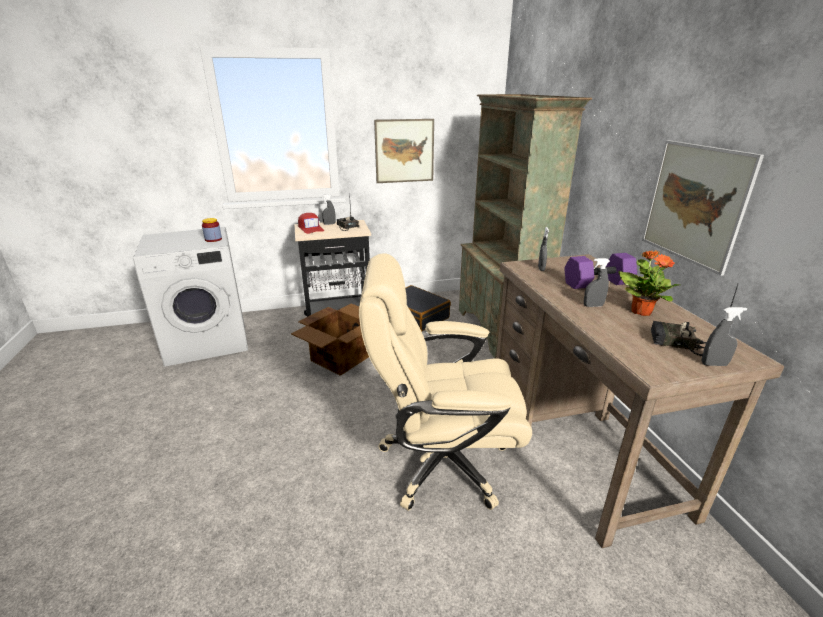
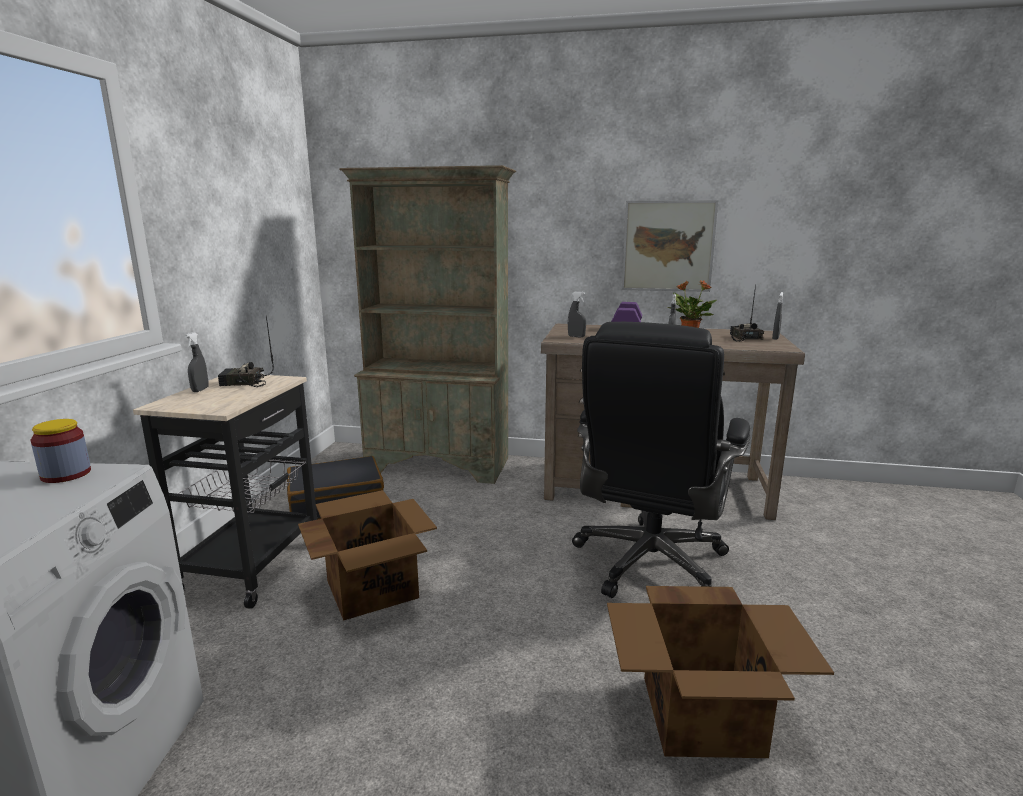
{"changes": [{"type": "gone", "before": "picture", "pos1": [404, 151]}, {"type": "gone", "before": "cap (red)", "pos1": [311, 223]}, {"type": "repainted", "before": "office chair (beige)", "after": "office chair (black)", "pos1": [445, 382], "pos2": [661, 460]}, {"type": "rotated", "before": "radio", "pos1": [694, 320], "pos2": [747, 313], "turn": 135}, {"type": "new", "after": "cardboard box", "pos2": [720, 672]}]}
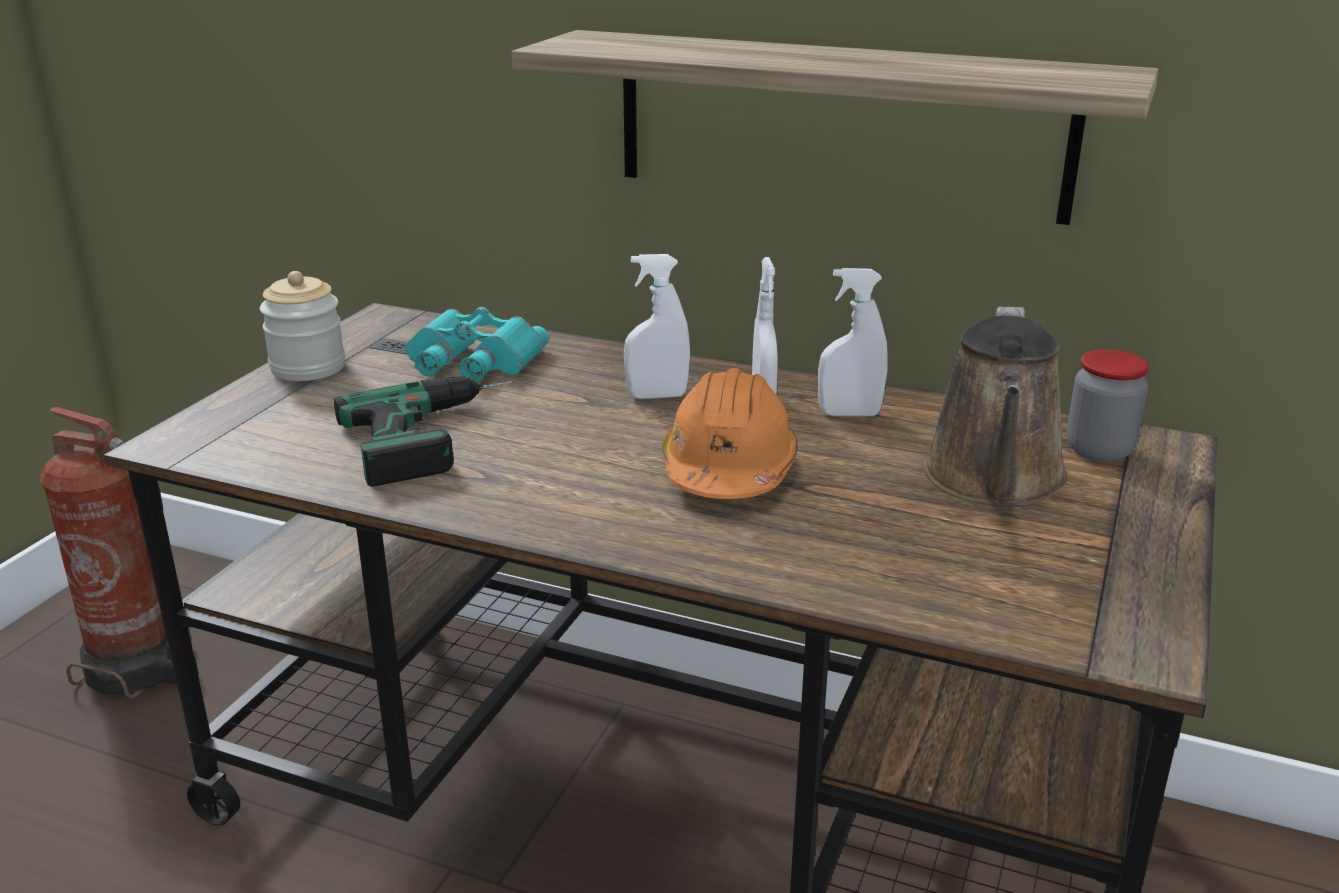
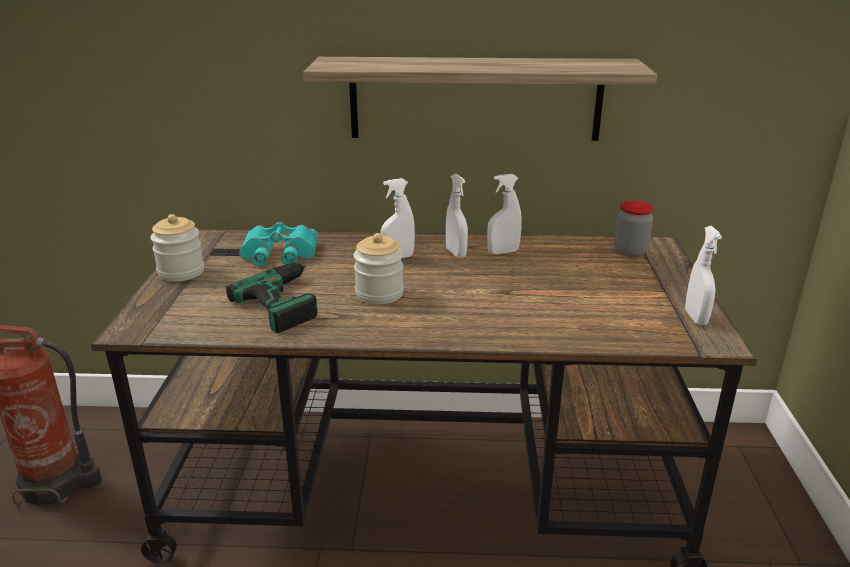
{"changes": [{"type": "gone", "before": "watering can (brown)", "pos1": [995, 407]}, {"type": "gone", "before": "hard hat (orange)", "pos1": [729, 433]}, {"type": "new", "after": "spray bottle (white)", "pos2": [703, 275]}, {"type": "new", "after": "jar", "pos2": [378, 268]}]}
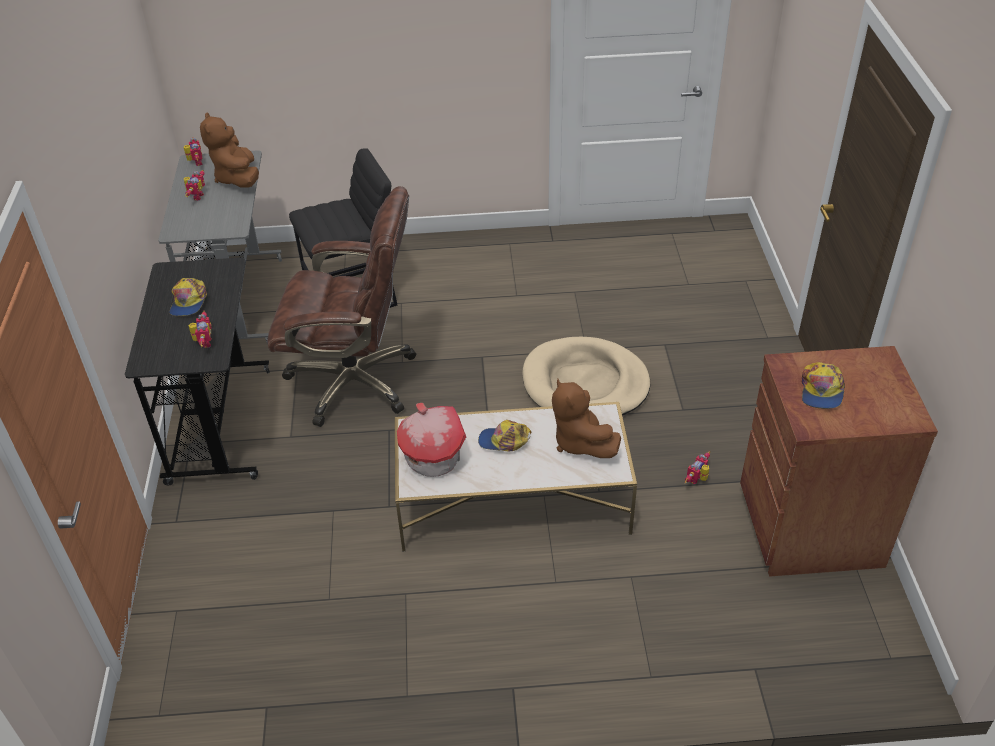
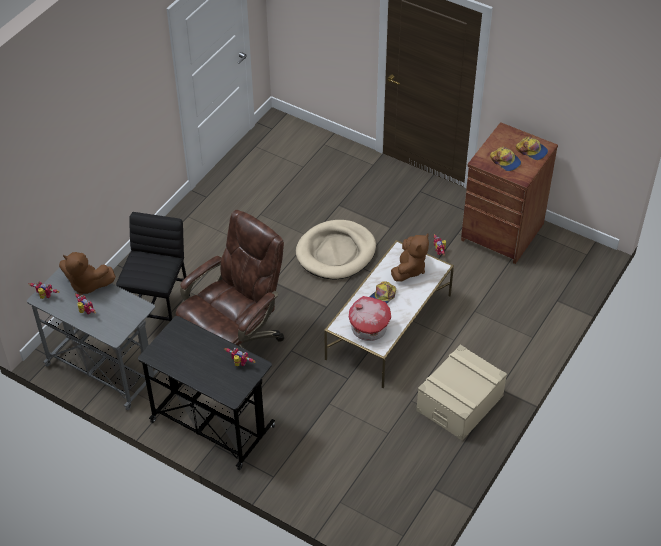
{"changes": [{"type": "shifted", "before": "cap", "pos1": [188, 297], "pos2": [532, 148]}, {"type": "rotated", "before": "plush toy (brown)", "pos1": [586, 418], "pos2": [410, 258], "turn": -75}, {"type": "new", "after": "storage box (beige)", "pos2": [461, 393]}]}
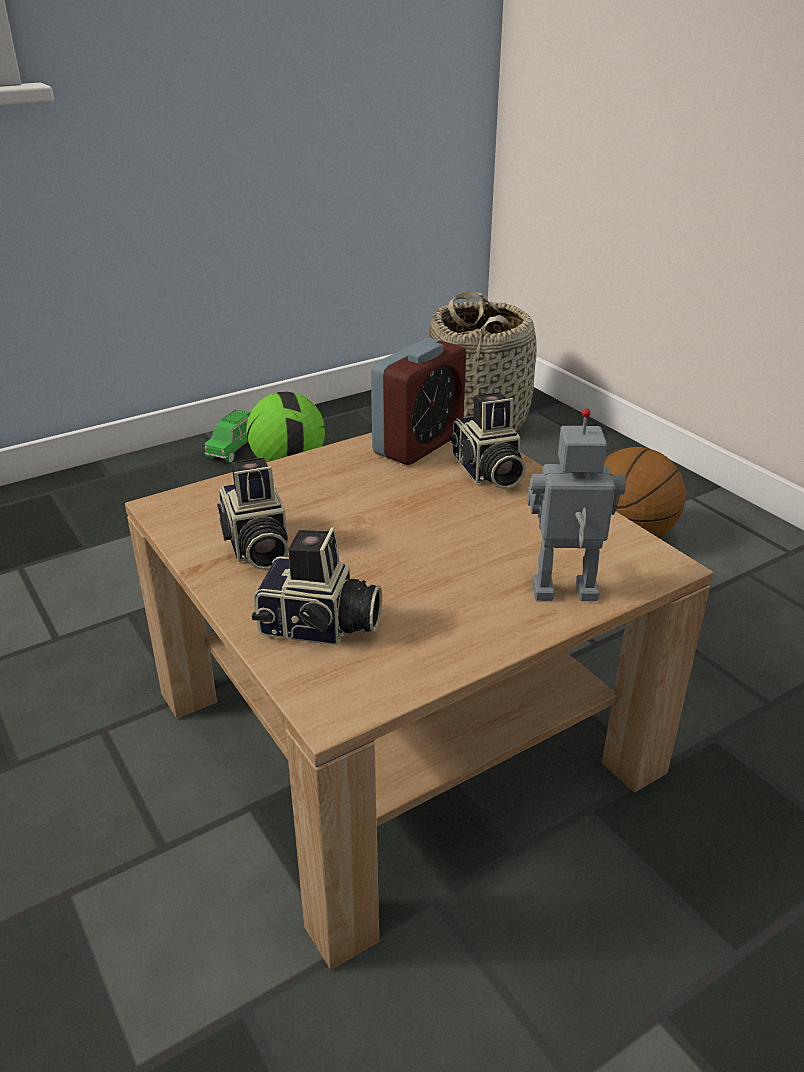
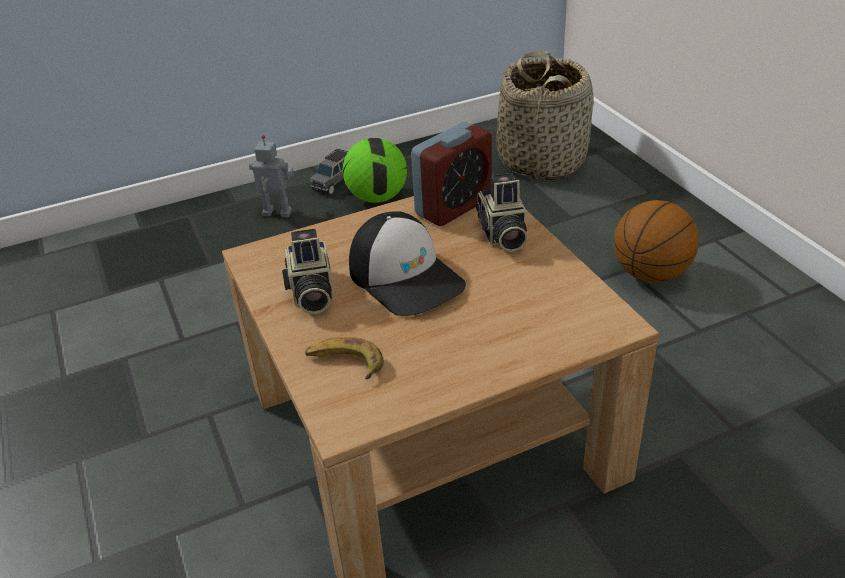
{"changes": [{"type": "shifted", "before": "toy robot", "pos1": [576, 504], "pos2": [271, 176]}, {"type": "repainted", "before": "toy car (green)", "after": "toy car (grey)", "pos1": [227, 436], "pos2": [329, 171]}, {"type": "swapped", "before": "photo camera", "after": "banana", "pos1": [317, 586], "pos2": [344, 358]}, {"type": "new", "after": "cap", "pos2": [407, 263]}]}
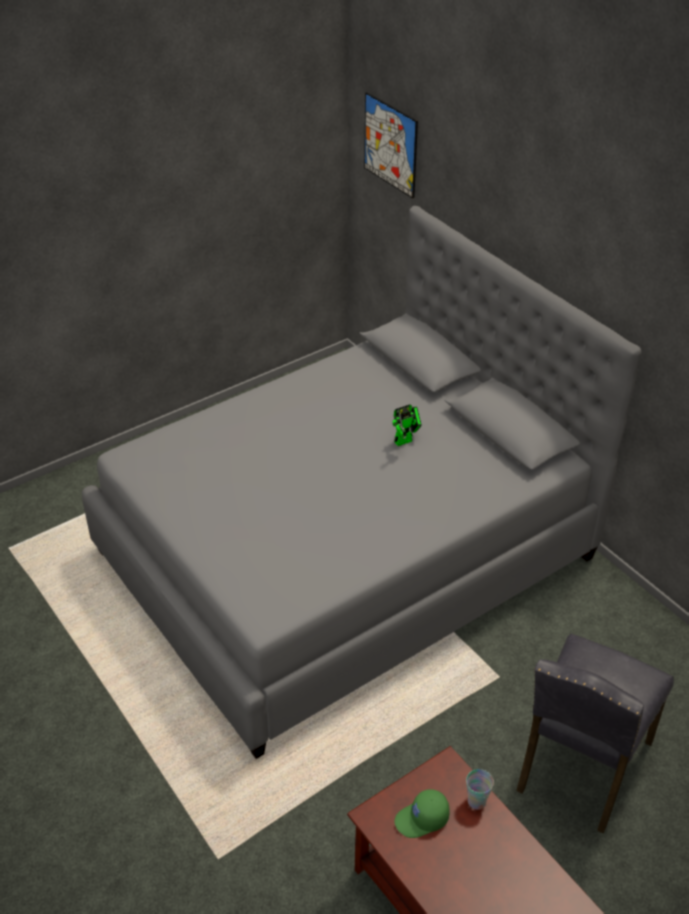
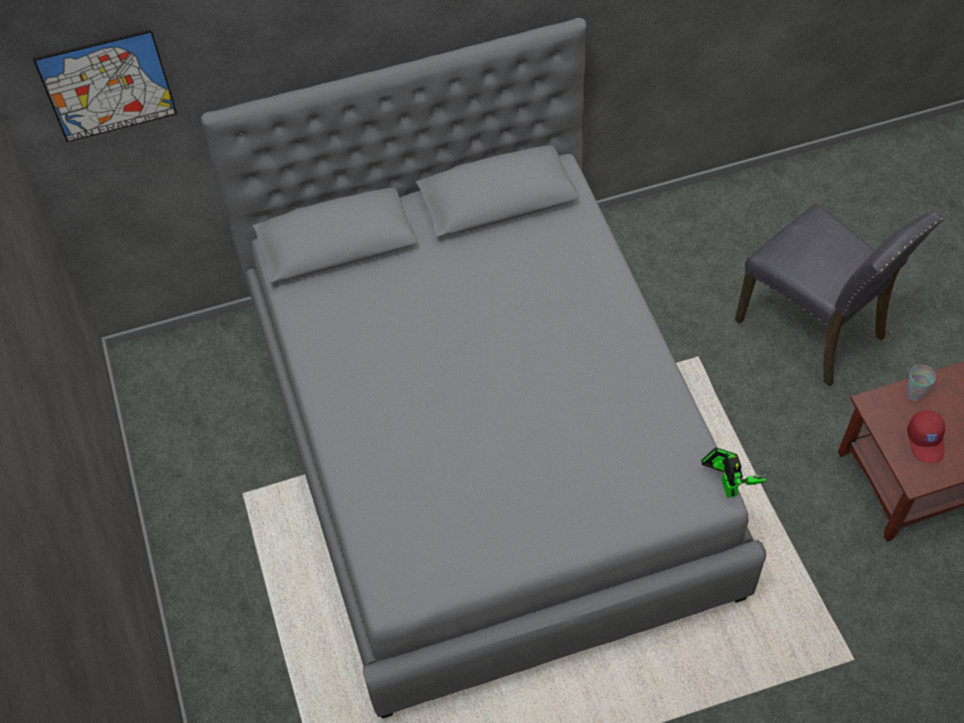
{"changes": [{"type": "shifted", "before": "toy robot", "pos1": [407, 425], "pos2": [736, 472]}, {"type": "repainted", "before": "cap (green)", "after": "cap (red)", "pos1": [422, 813], "pos2": [926, 436]}]}
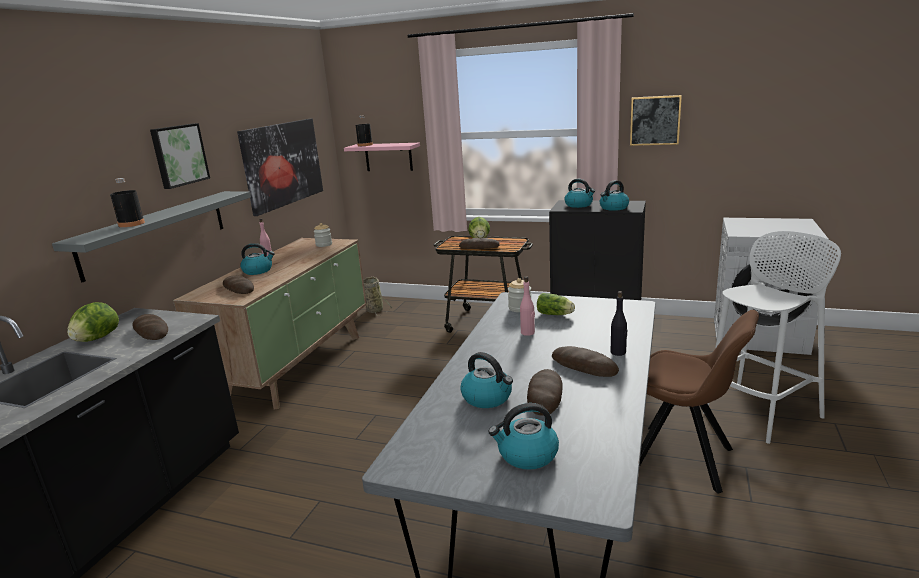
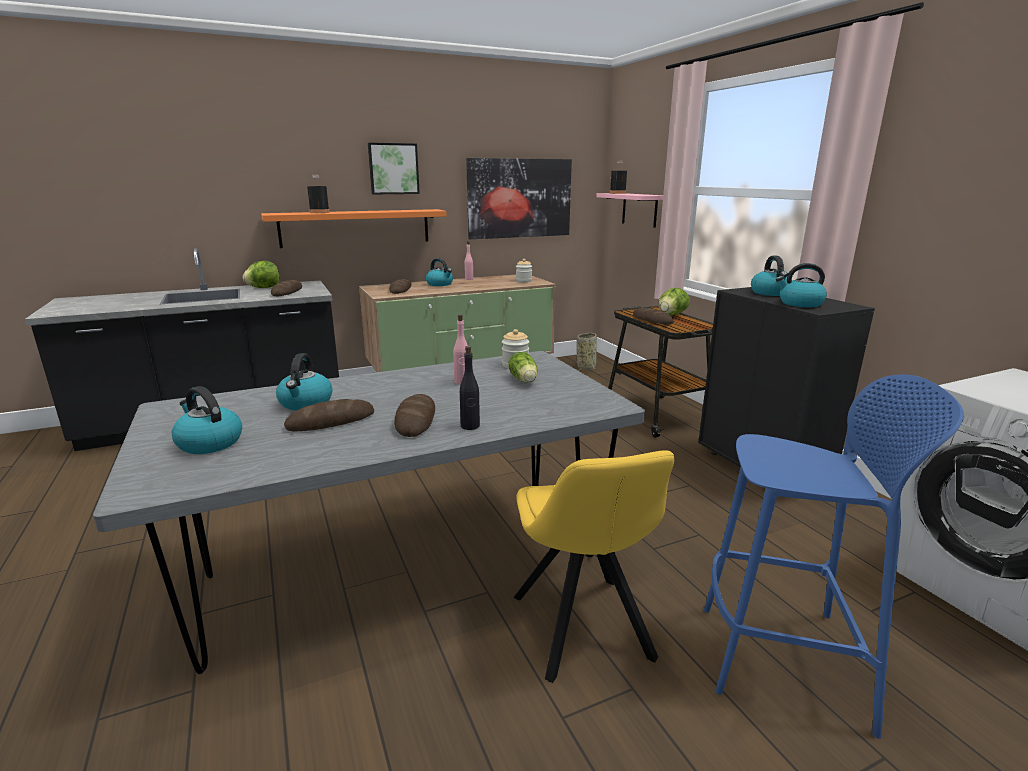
{"changes": [{"type": "gone", "before": "picture", "pos1": [656, 120]}, {"type": "repainted", "before": "shelf (grey)", "after": "shelf (orange)", "pos1": [151, 236], "pos2": [354, 228]}, {"type": "repainted", "before": "stool (white)", "after": "stool (blue)", "pos1": [772, 337], "pos2": [834, 557]}, {"type": "repainted", "before": "chair (brown)", "after": "chair (yellow)", "pos1": [699, 401], "pos2": [594, 566]}]}
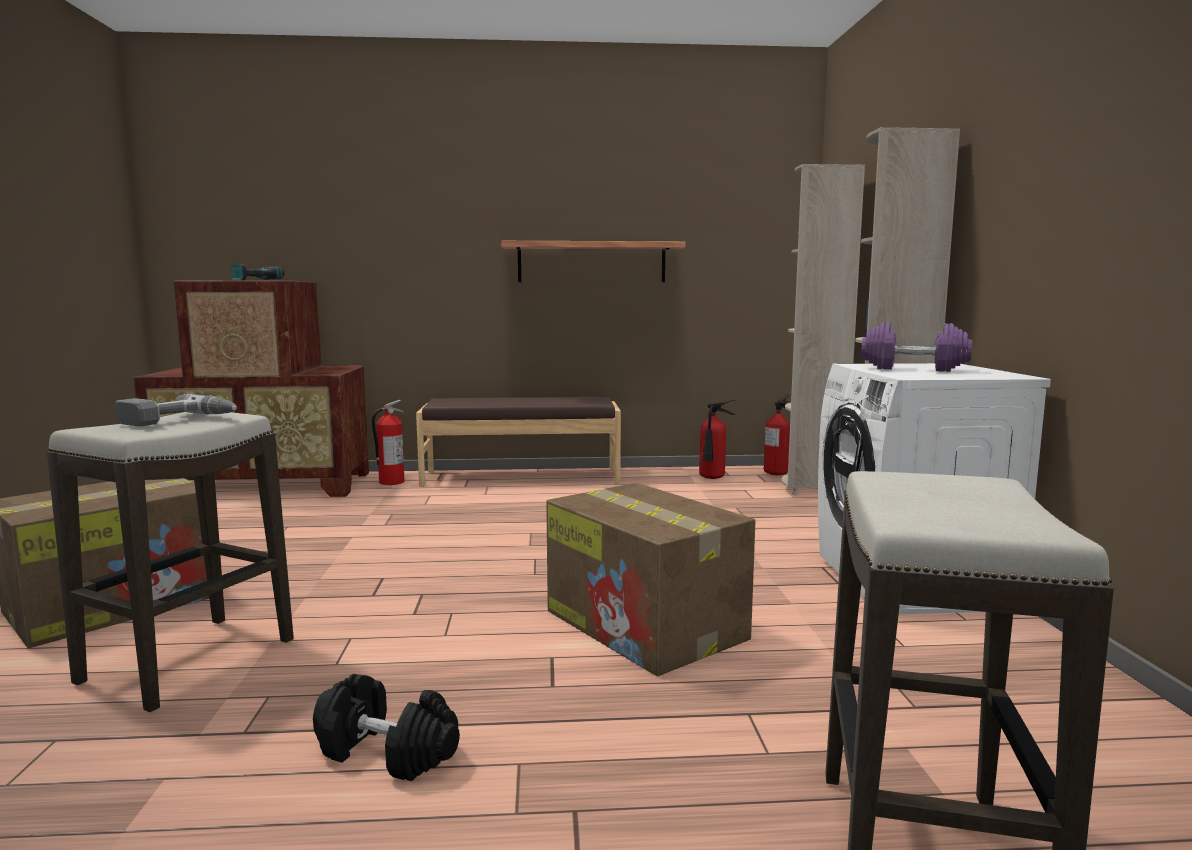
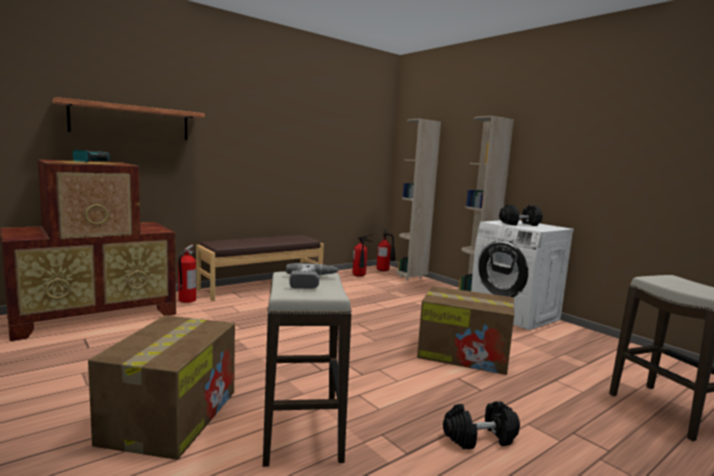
{"changes": [{"type": "shifted", "before": "shelf", "pos1": [593, 261], "pos2": [128, 118]}, {"type": "repainted", "before": "dumbbell (purple)", "after": "dumbbell (black)", "pos1": [916, 347], "pos2": [521, 215]}]}
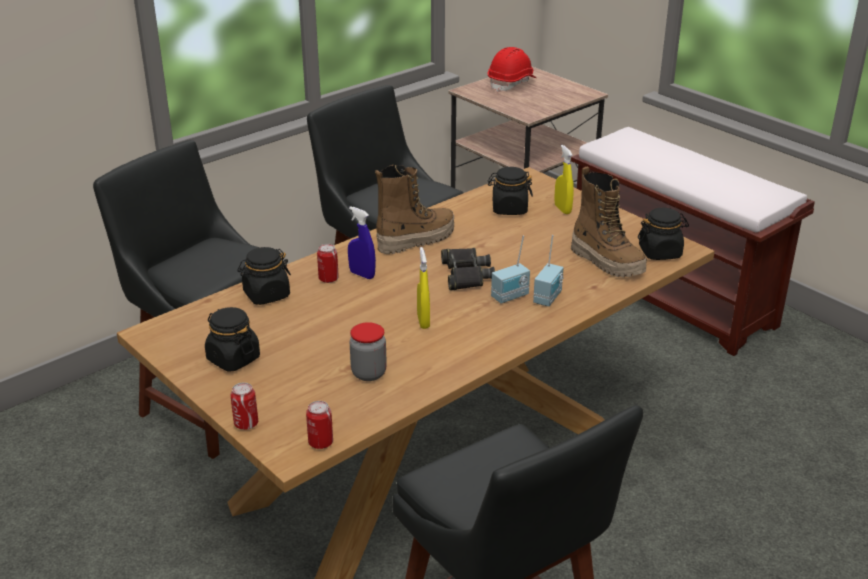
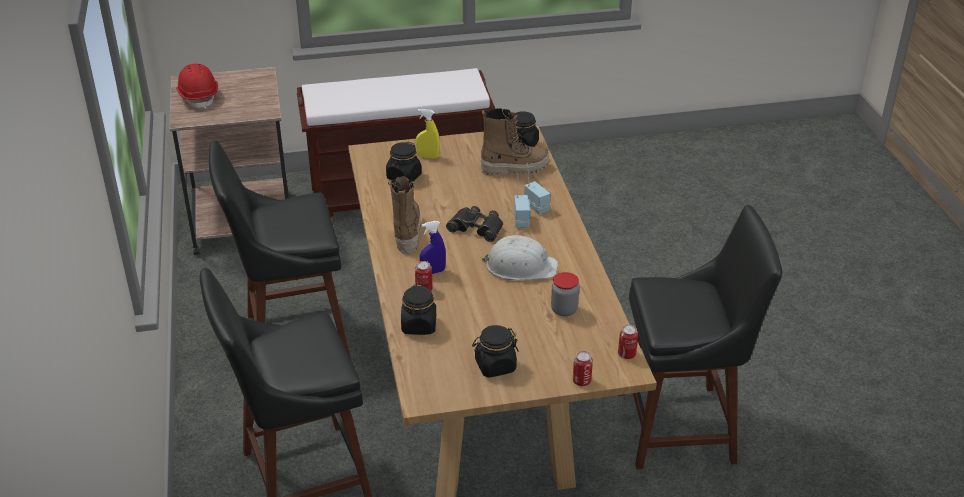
{"changes": [{"type": "swapped", "before": "spray bottle (yellow)", "after": "hard hat (white)", "pos1": [423, 288], "pos2": [520, 257]}]}
